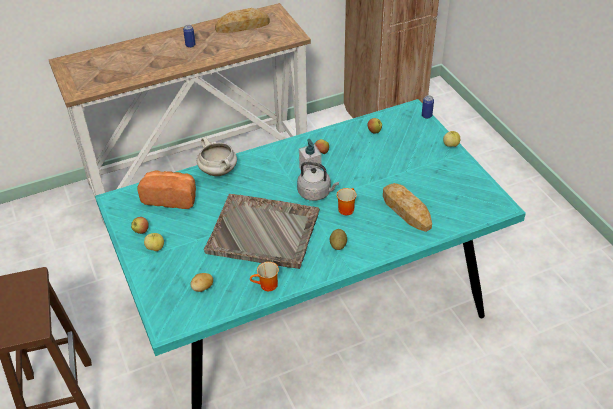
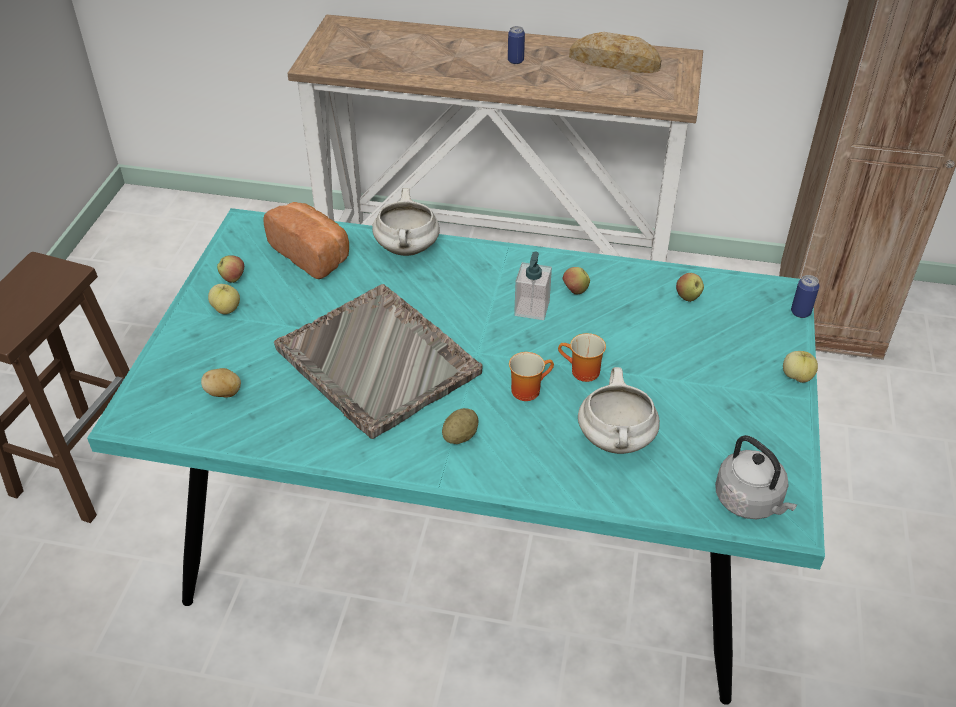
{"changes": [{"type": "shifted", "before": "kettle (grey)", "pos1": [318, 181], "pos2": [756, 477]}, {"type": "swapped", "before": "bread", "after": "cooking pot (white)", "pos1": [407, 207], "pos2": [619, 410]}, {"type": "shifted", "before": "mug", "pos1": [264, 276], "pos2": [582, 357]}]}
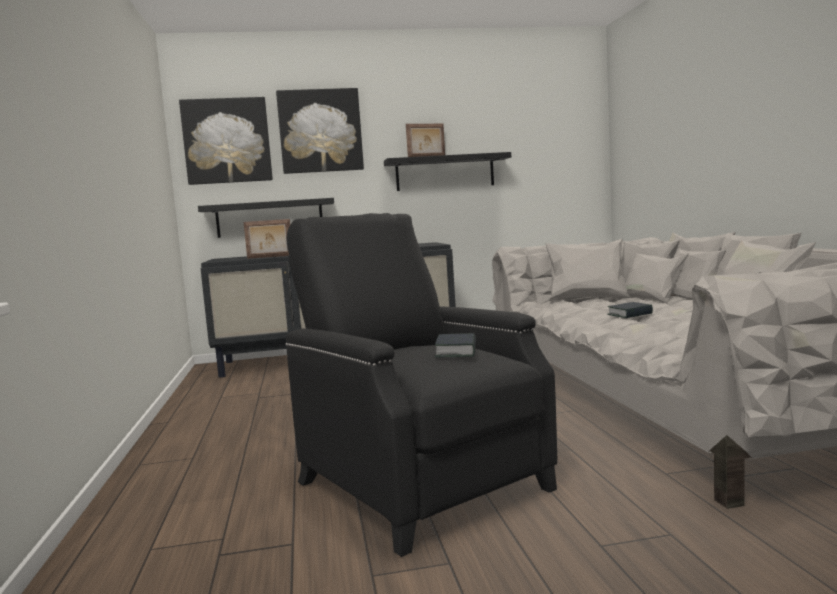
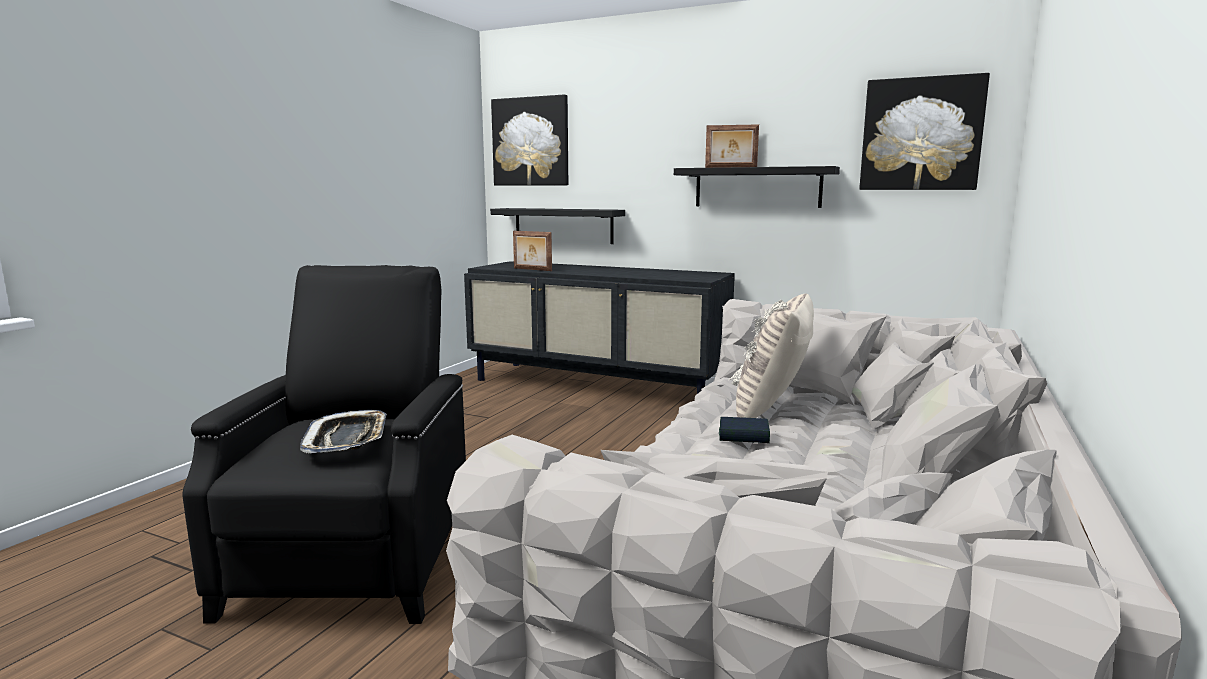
{"changes": [{"type": "shifted", "before": "picture", "pos1": [320, 131], "pos2": [924, 131]}, {"type": "swapped", "before": "book", "after": "tray", "pos1": [455, 345], "pos2": [343, 432]}, {"type": "new", "after": "pillow (beige)", "pos2": [771, 356]}]}
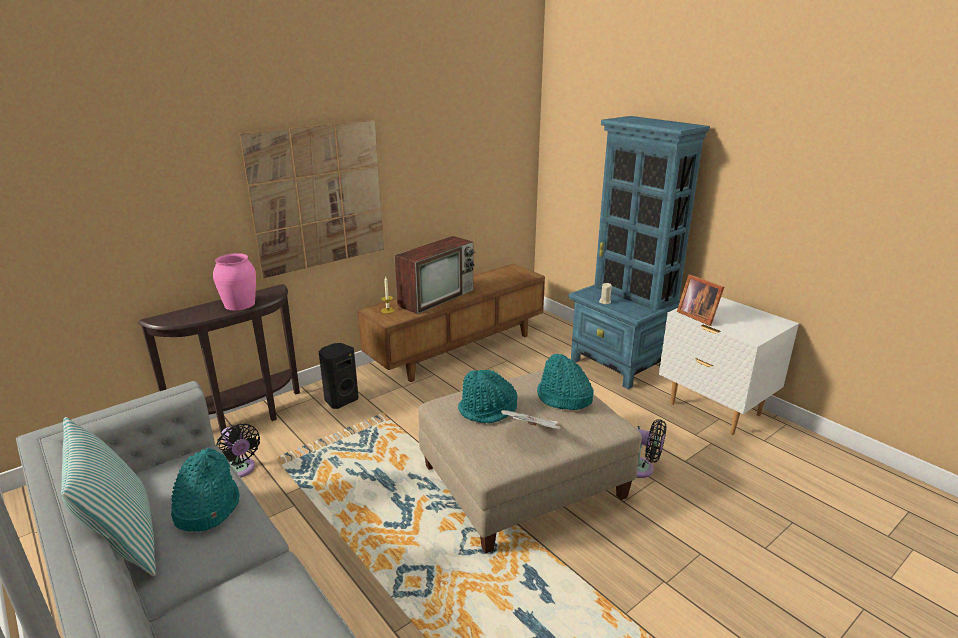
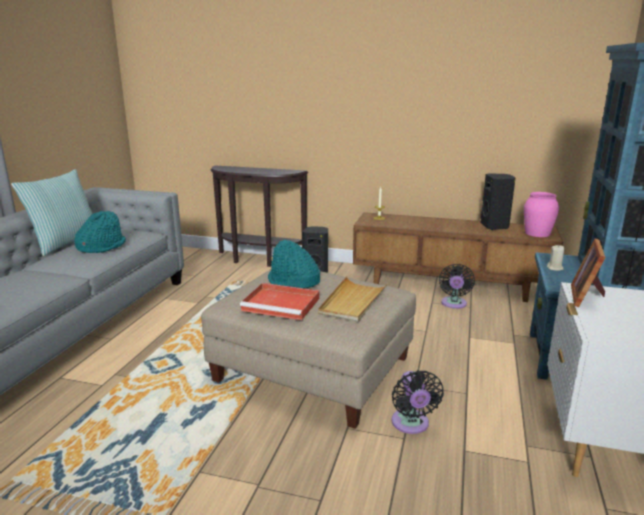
{"changes": [{"type": "gone", "before": "picture", "pos1": [311, 199]}, {"type": "gone", "before": "television", "pos1": [434, 275]}, {"type": "shifted", "before": "vase (pink)", "pos1": [234, 281], "pos2": [541, 214]}, {"type": "swapped", "before": "hat (turquoise)", "after": "tray (beige)", "pos1": [565, 382], "pos2": [353, 299]}, {"type": "swapped", "before": "newspaper", "after": "tray (red)", "pos1": [531, 420], "pos2": [280, 301]}, {"type": "shifted", "before": "fan (black)", "pos1": [238, 450], "pos2": [457, 286]}, {"type": "new", "after": "speaker (black)", "pos2": [498, 201]}]}
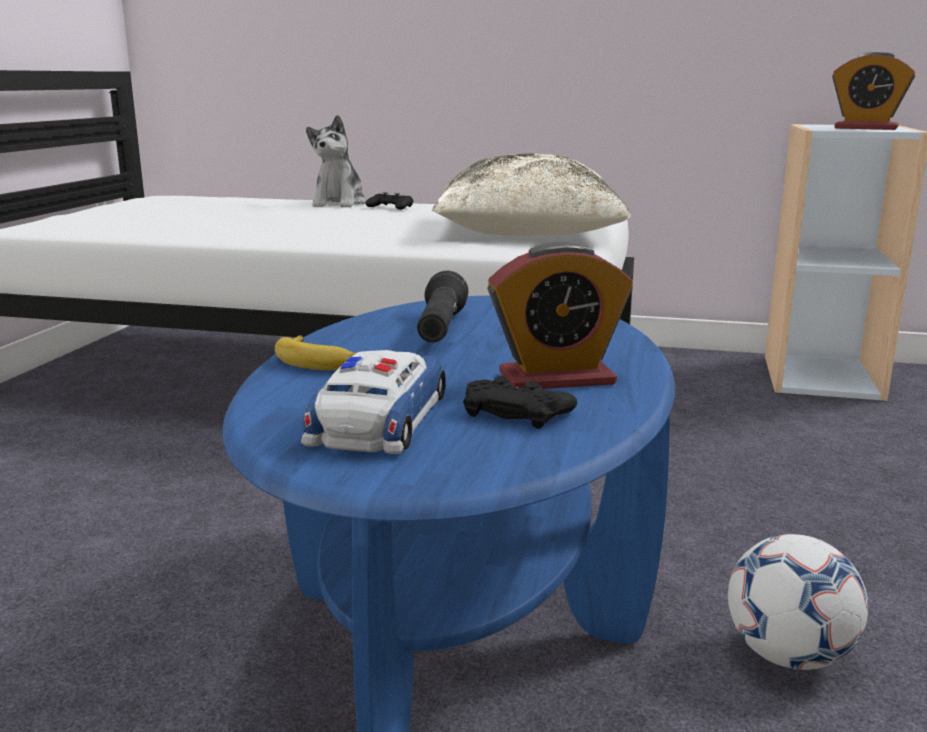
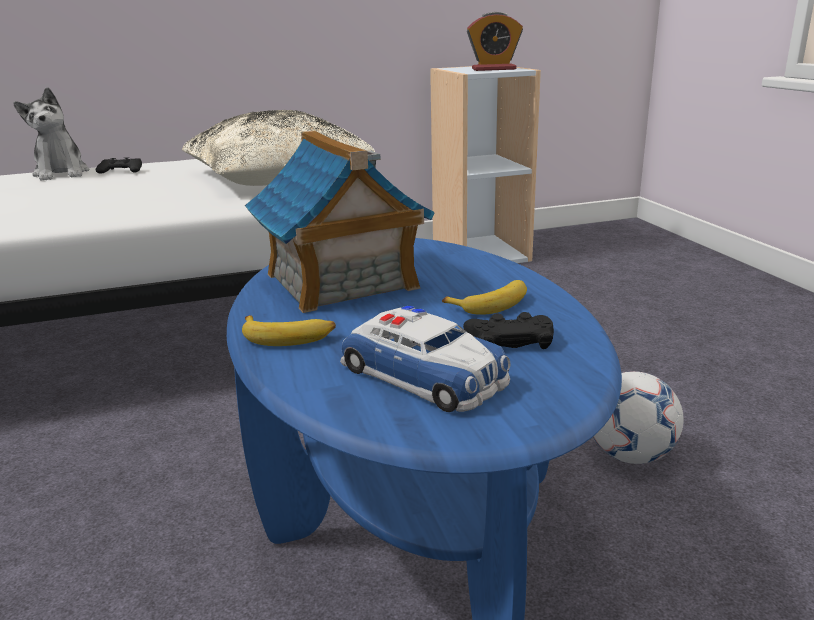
{"changes": [{"type": "swapped", "before": "alarm clock", "after": "banana", "pos1": [560, 315], "pos2": [484, 297]}, {"type": "swapped", "before": "flashlight (black)", "after": "toy house", "pos1": [443, 307], "pos2": [340, 222]}, {"type": "rotated", "before": "toy car", "pos1": [373, 402], "pos2": [425, 359], "turn": 150}]}
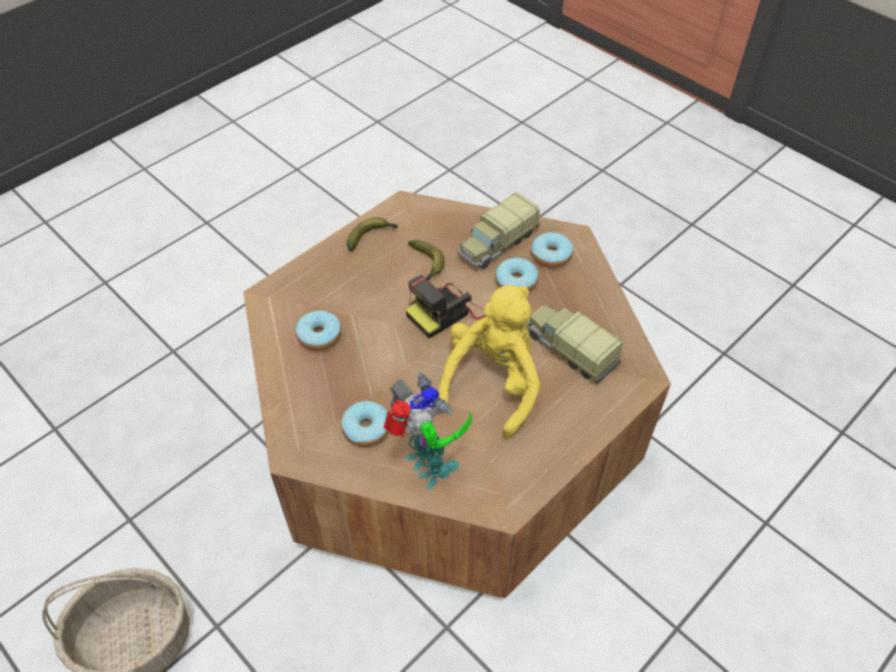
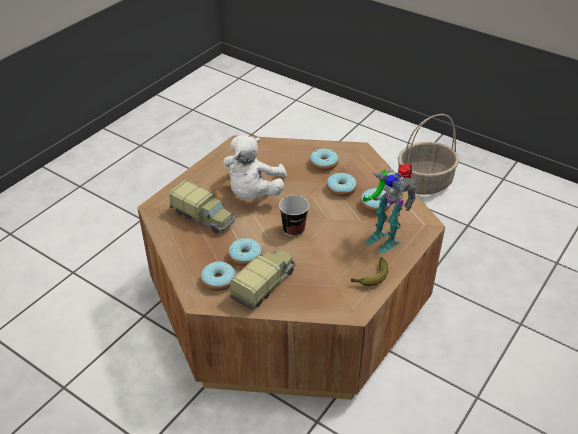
{"changes": [{"type": "gone", "before": "banana", "pos1": [426, 260]}, {"type": "swapped", "before": "photo camera", "after": "cup", "pos1": [446, 306], "pos2": [294, 216]}, {"type": "repainted", "before": "plush toy (yellow)", "after": "plush toy (white)", "pos1": [489, 361], "pos2": [255, 167]}, {"type": "shifted", "before": "toy robot", "pos1": [428, 431], "pos2": [390, 208]}, {"type": "new", "after": "donut", "pos2": [342, 184]}]}
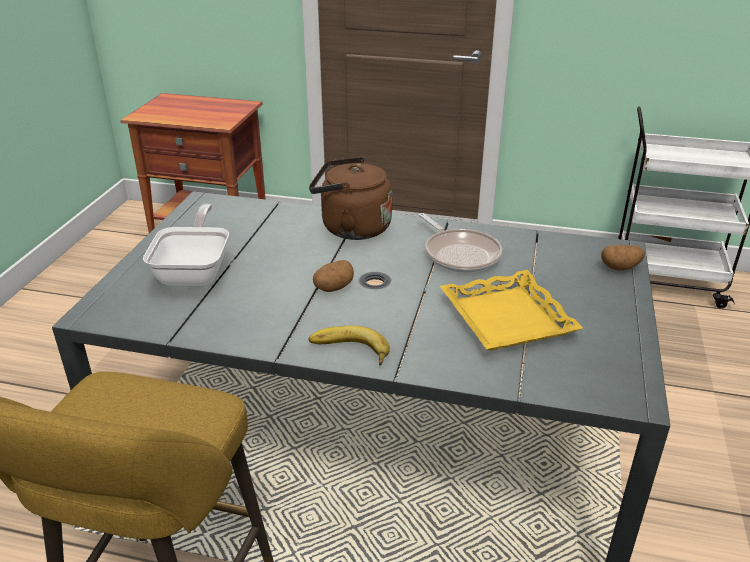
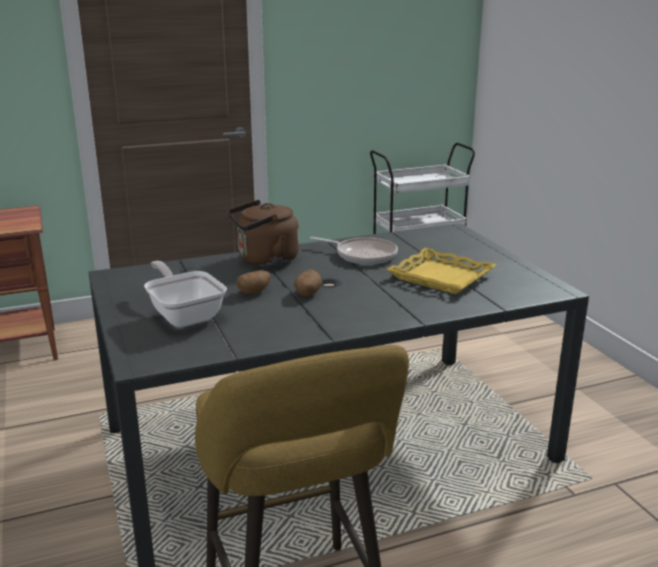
{"changes": [{"type": "shifted", "before": "potato", "pos1": [623, 258], "pos2": [254, 282]}, {"type": "gone", "before": "banana", "pos1": [349, 345]}]}
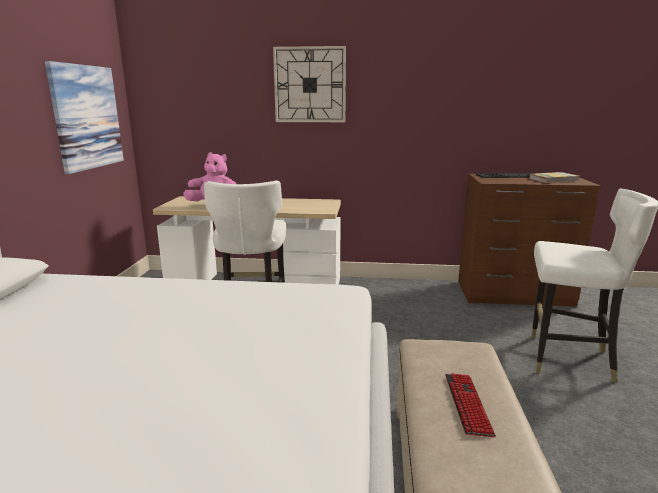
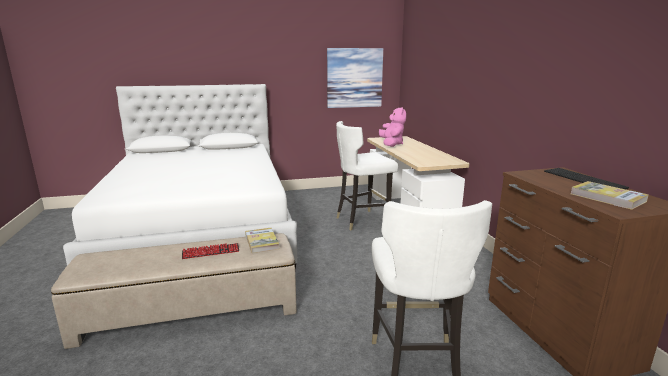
{"changes": [{"type": "gone", "before": "wall clock", "pos1": [309, 84]}, {"type": "new", "after": "book", "pos2": [262, 240]}]}
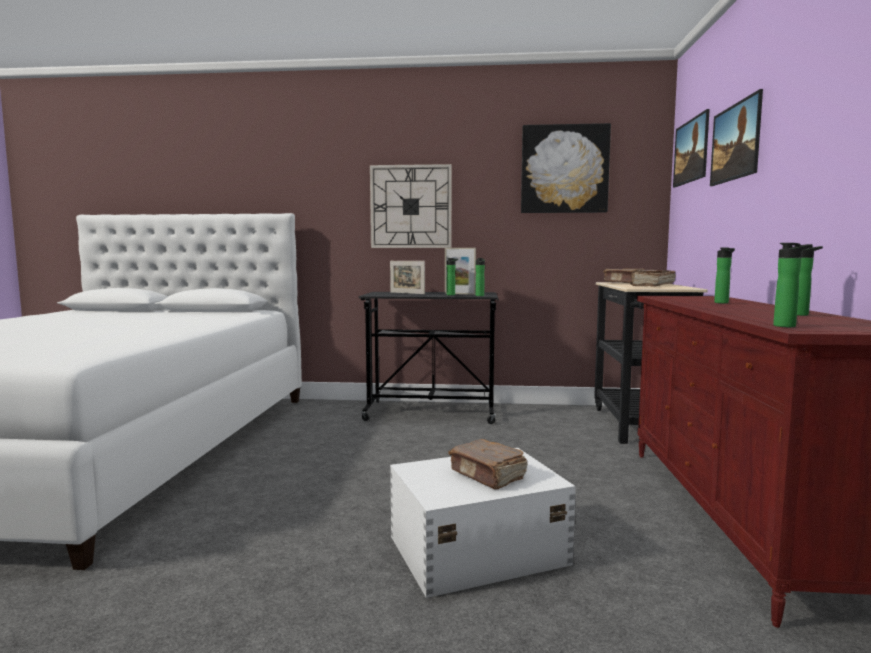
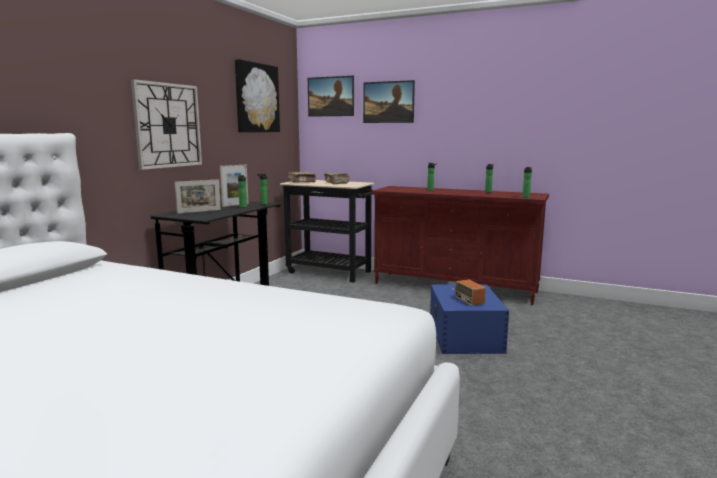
{"changes": [{"type": "swapped", "before": "book (brown)", "after": "radio", "pos1": [488, 464], "pos2": [470, 292]}, {"type": "repainted", "before": "storage box (white)", "after": "storage box (blue)", "pos1": [483, 523], "pos2": [469, 319]}]}
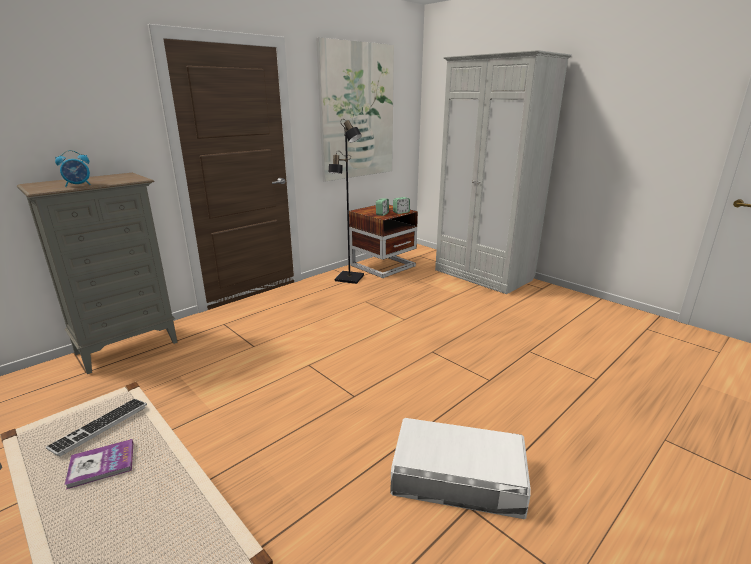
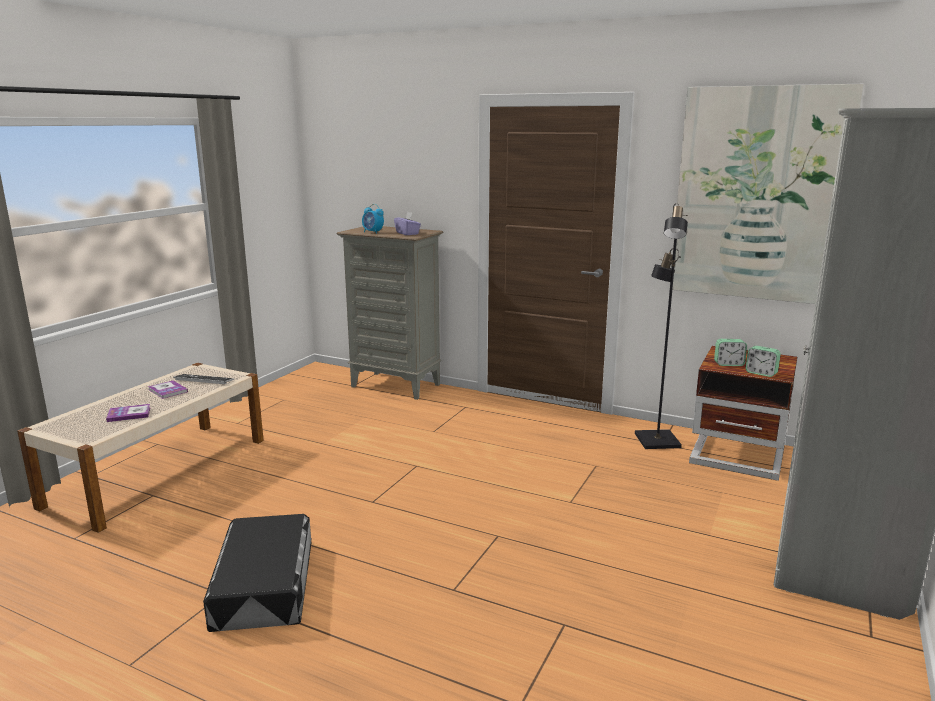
{"changes": [{"type": "repainted", "before": "storage box (white)", "after": "storage box (black)", "pos1": [460, 468], "pos2": [257, 573]}, {"type": "new", "after": "tissue box (purple)", "pos2": [407, 223]}, {"type": "new", "after": "book", "pos2": [128, 413]}]}
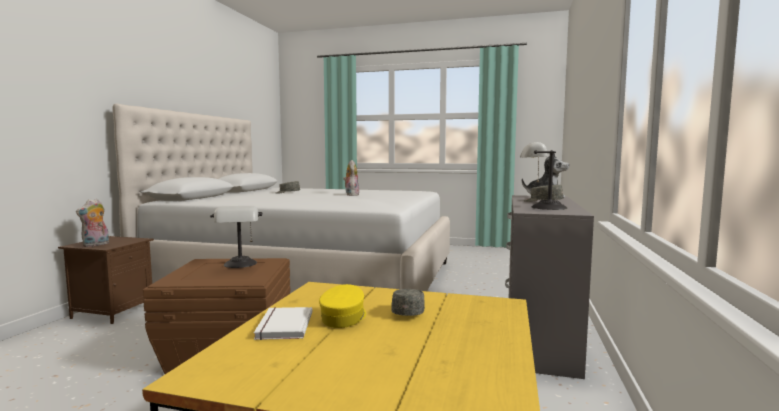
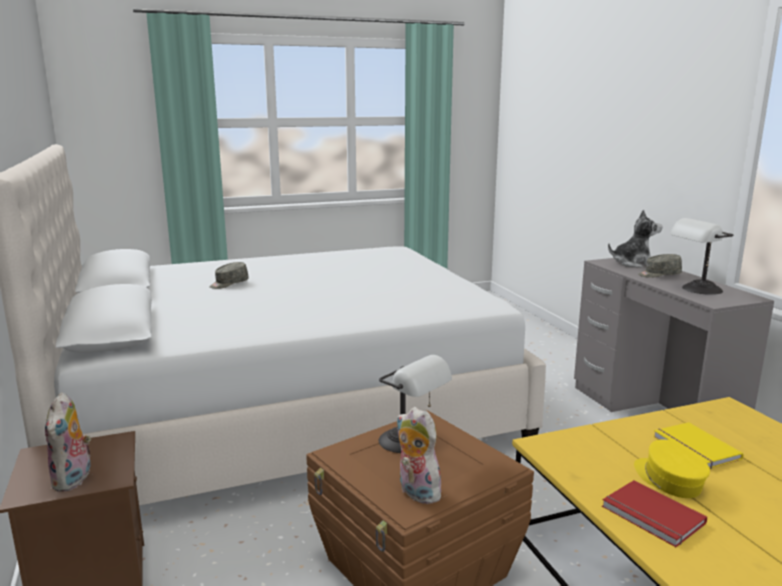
{"changes": [{"type": "shifted", "before": "plush toy", "pos1": [351, 178], "pos2": [419, 455]}, {"type": "swapped", "before": "cap (grey)", "after": "book (yellow)", "pos1": [408, 302], "pos2": [698, 445]}, {"type": "repainted", "before": "book (white)", "after": "book (red)", "pos1": [283, 323], "pos2": [654, 513]}]}
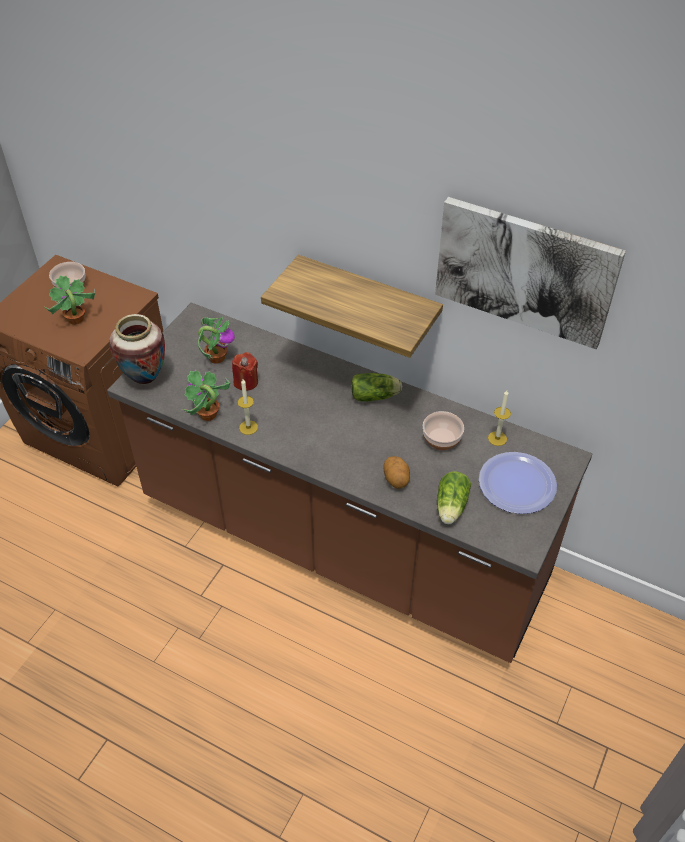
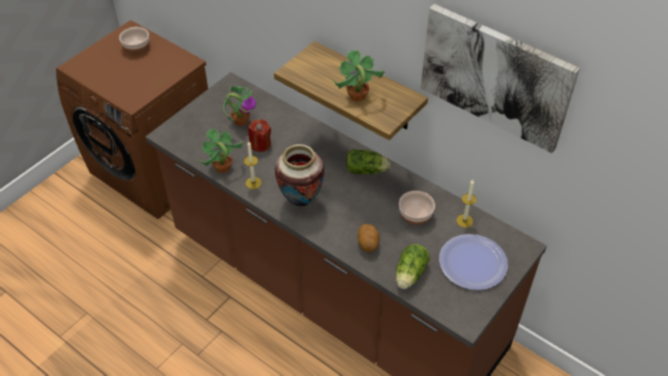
{"changes": [{"type": "shifted", "before": "potted plant", "pos1": [70, 300], "pos2": [358, 75]}, {"type": "shifted", "before": "vase", "pos1": [137, 349], "pos2": [300, 175]}]}
